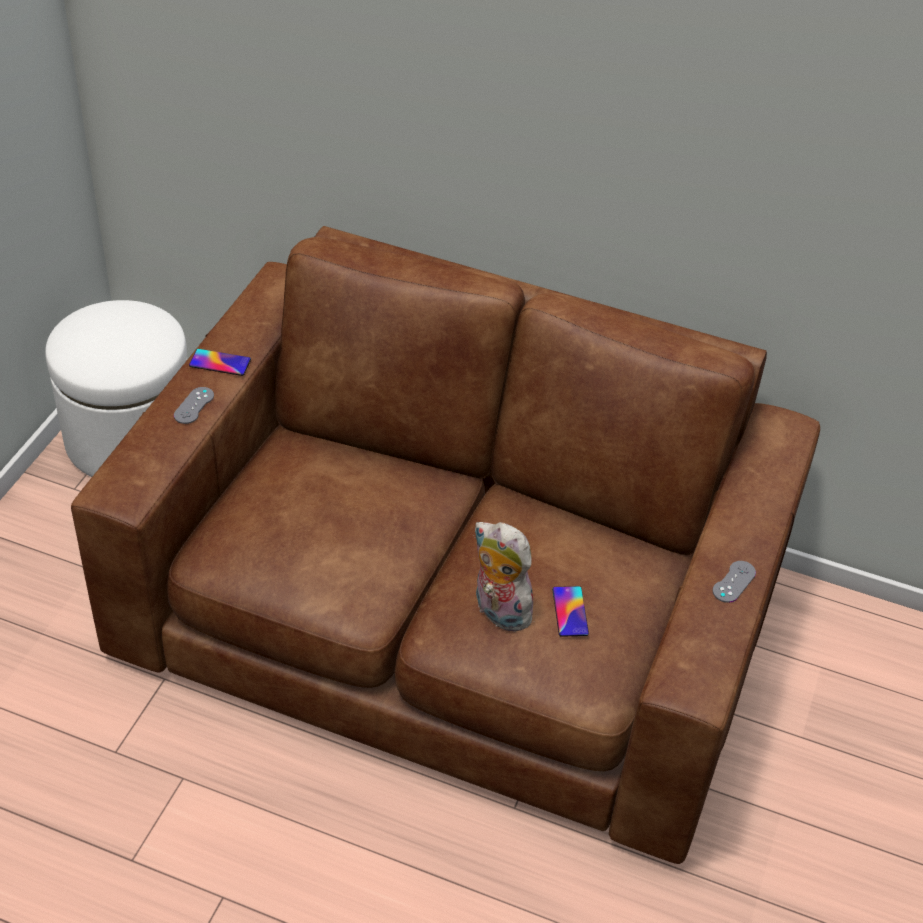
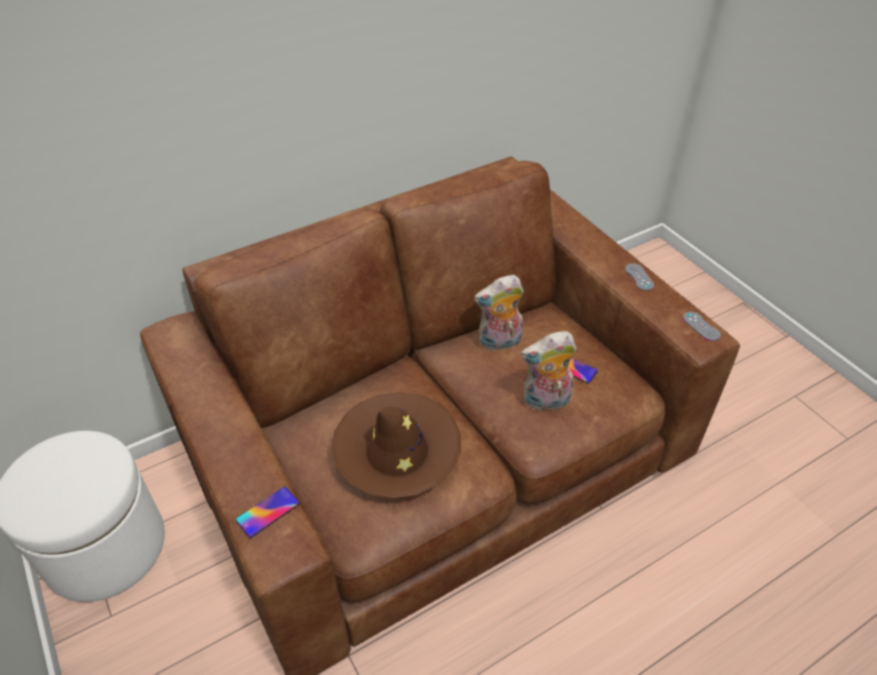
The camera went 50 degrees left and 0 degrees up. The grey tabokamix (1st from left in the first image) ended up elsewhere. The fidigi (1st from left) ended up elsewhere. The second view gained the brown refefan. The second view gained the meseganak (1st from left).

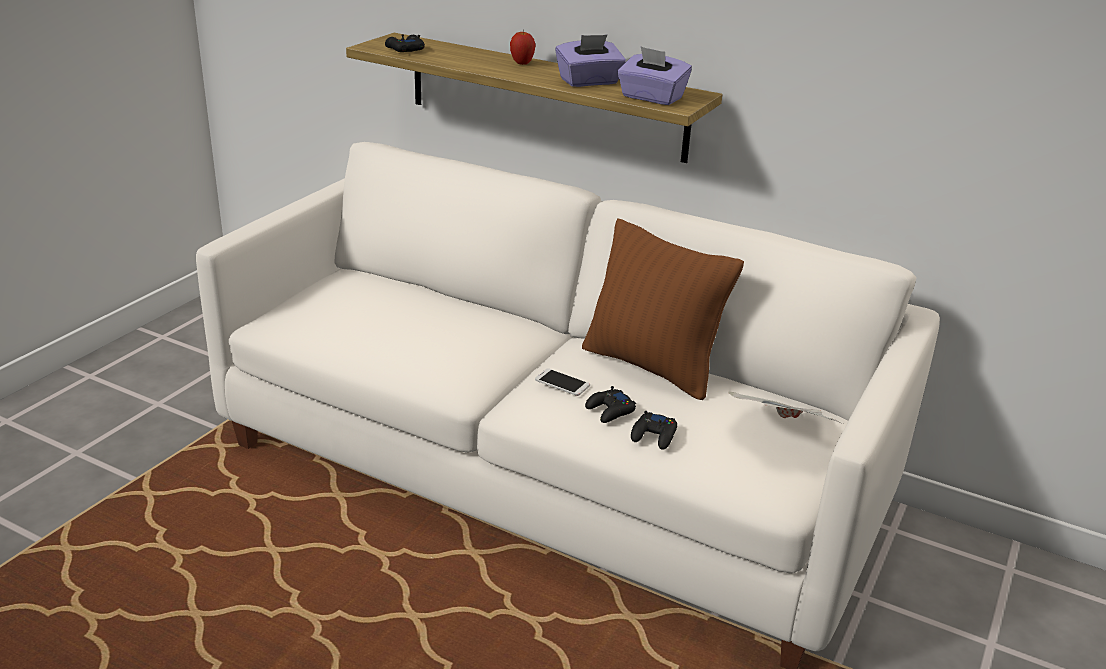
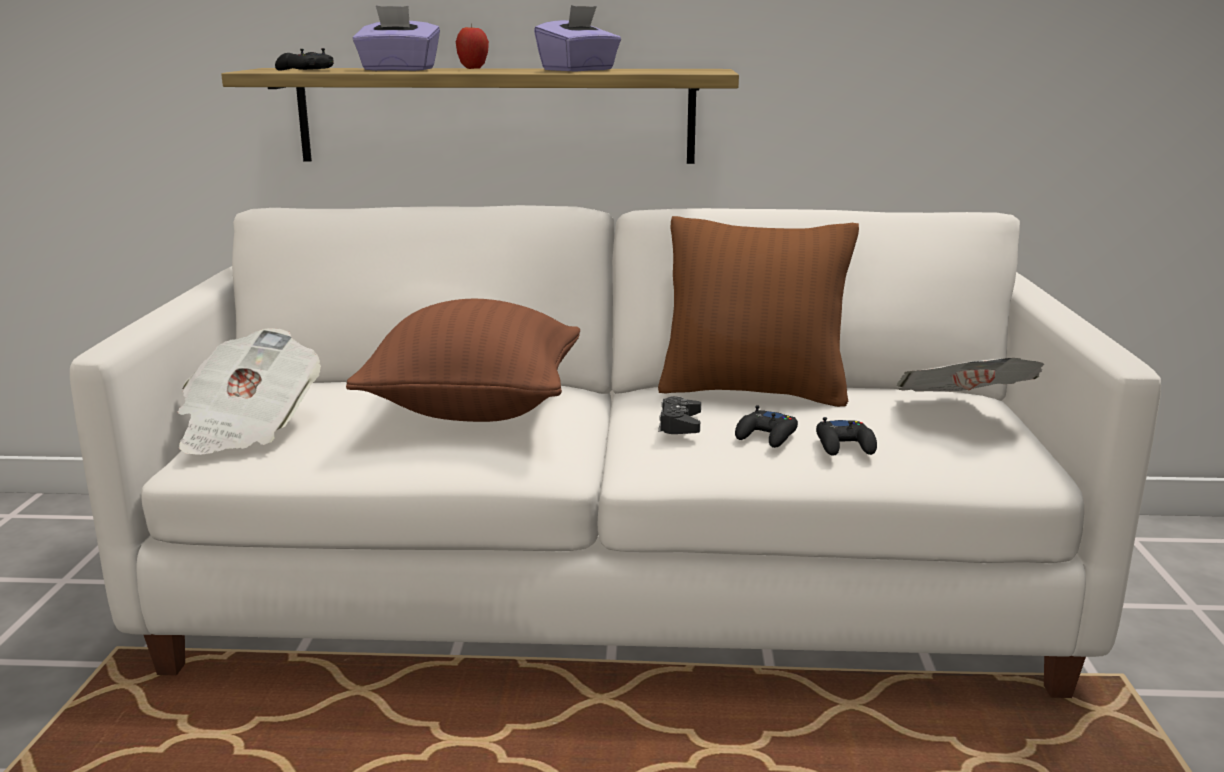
The camera went 25 degrees left and 10 degrees down. Where the fidigi stood, the black tabokamix (2nd from left) came to stand. The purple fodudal (2nd from left in the first image) ended up elsewhere. The second view gained the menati (1st from left). The second view gained the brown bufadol (1st from left).

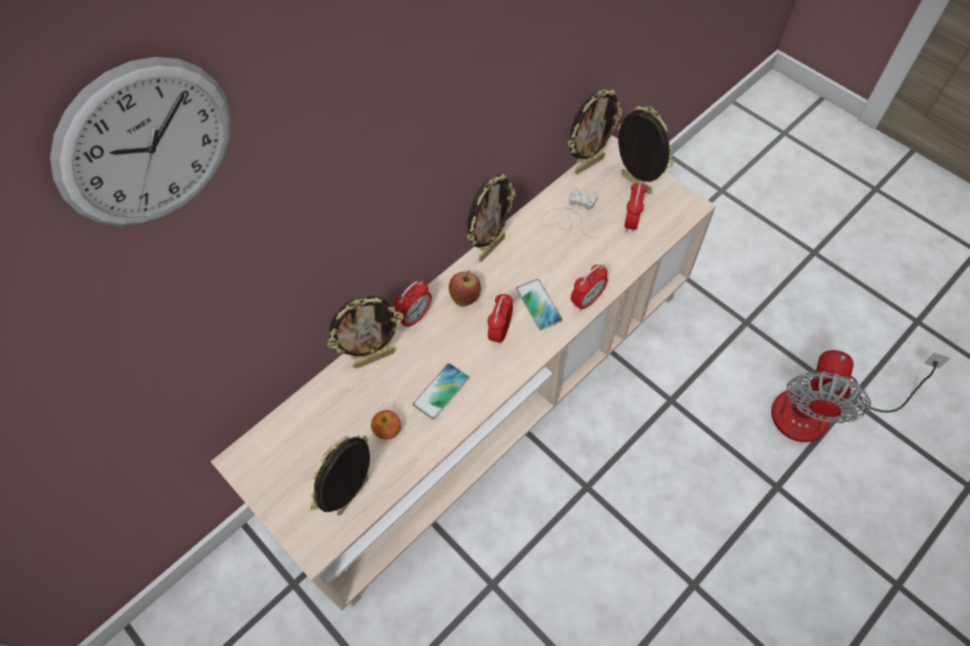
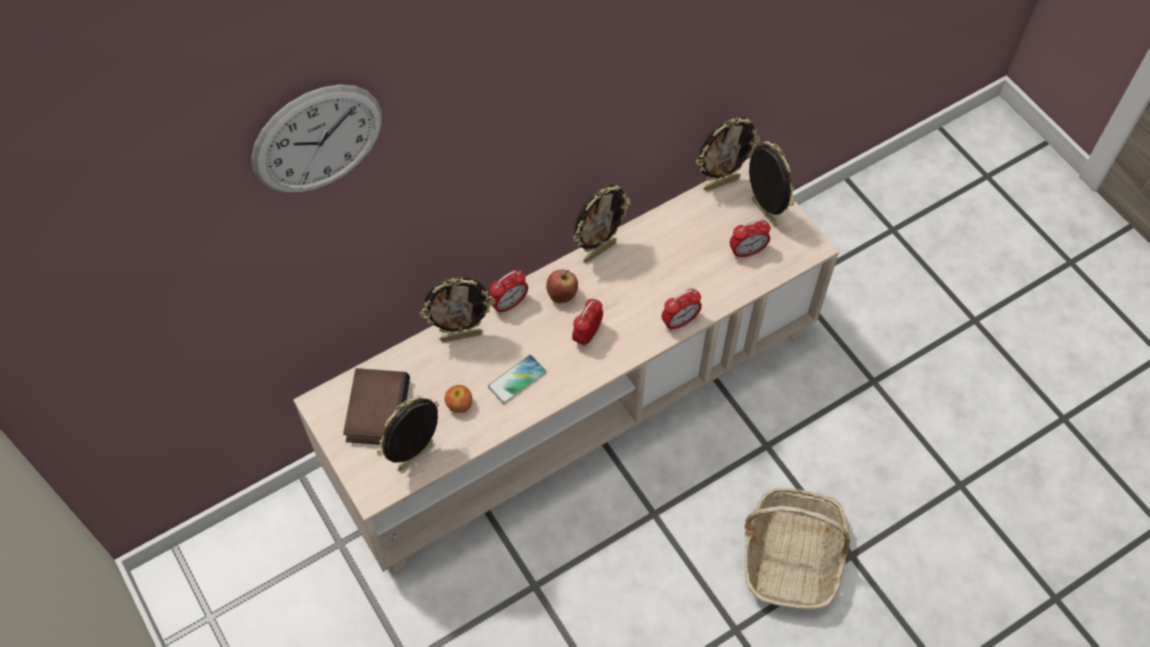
The camera went 10 degrees right and 0 degrees up. The second view lost the fidigi (2nd from left). The second view lost the white tabokamix. The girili (4th from left) ended up facing another way, 45 degrees clockwise from before. The second view lost the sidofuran. The second view gained the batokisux. The second view gained the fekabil.

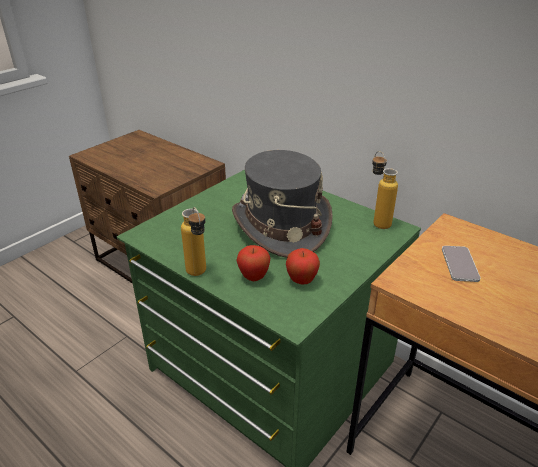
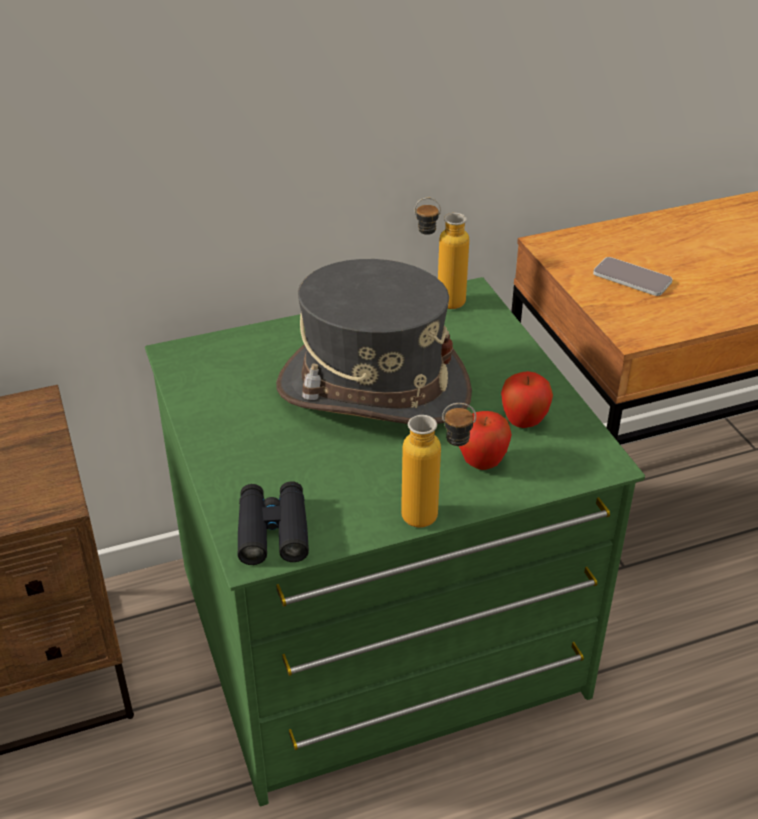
The camera went 60 degrees left and 5 degrees up. The second view gained the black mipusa.

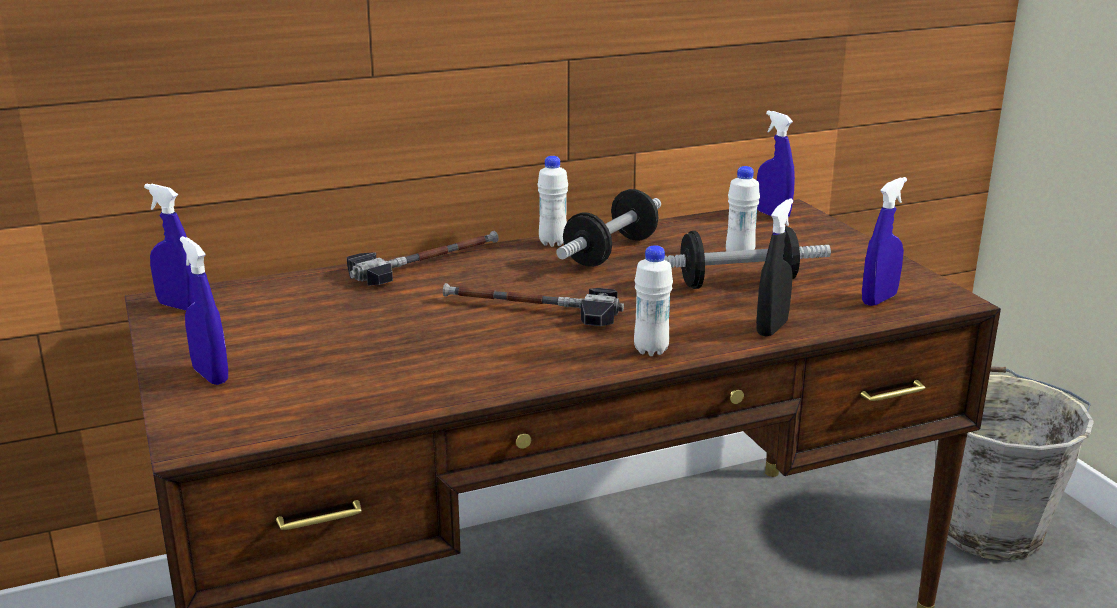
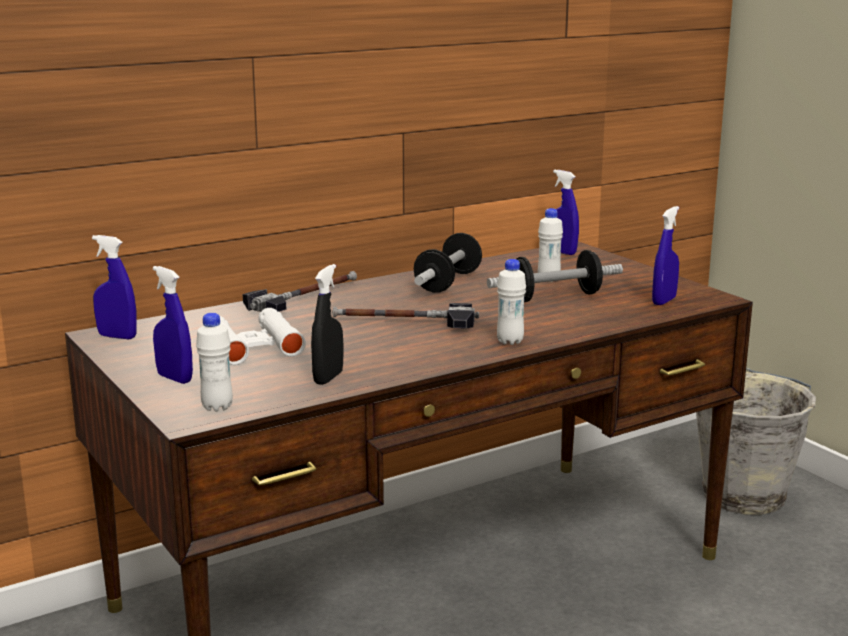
The camera went 10 degrees left and 5 degrees down. The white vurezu (1st from left) ended up elsewhere. The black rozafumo ended up elsewhere. The second view gained the white mipusa.

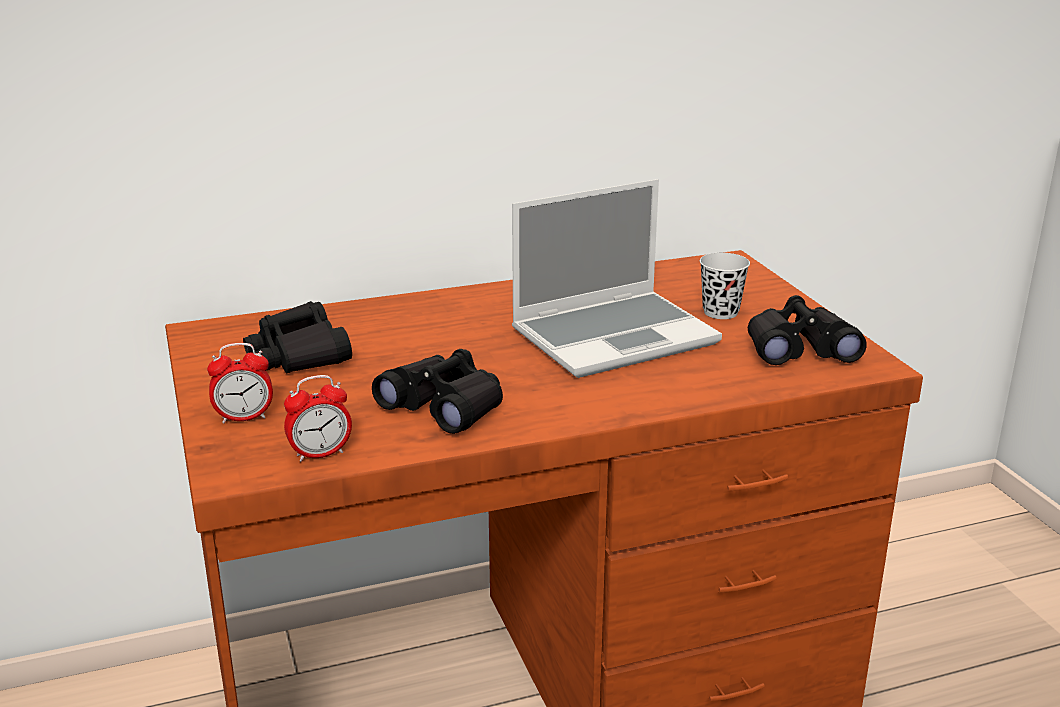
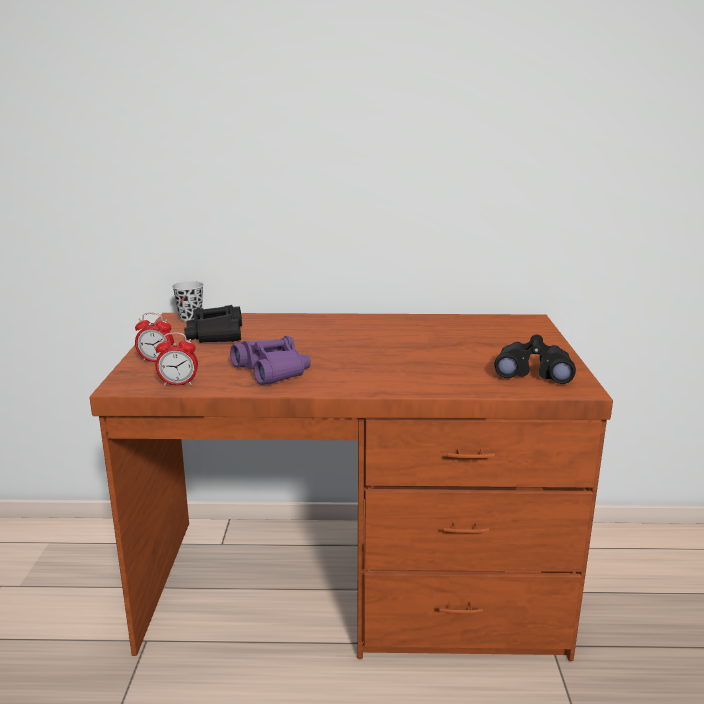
The camera went 20 degrees right and 5 degrees down. What was the black mipusa (2nd from left) turned into the purple mipusa. The second view lost the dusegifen. The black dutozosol ended up elsewhere.

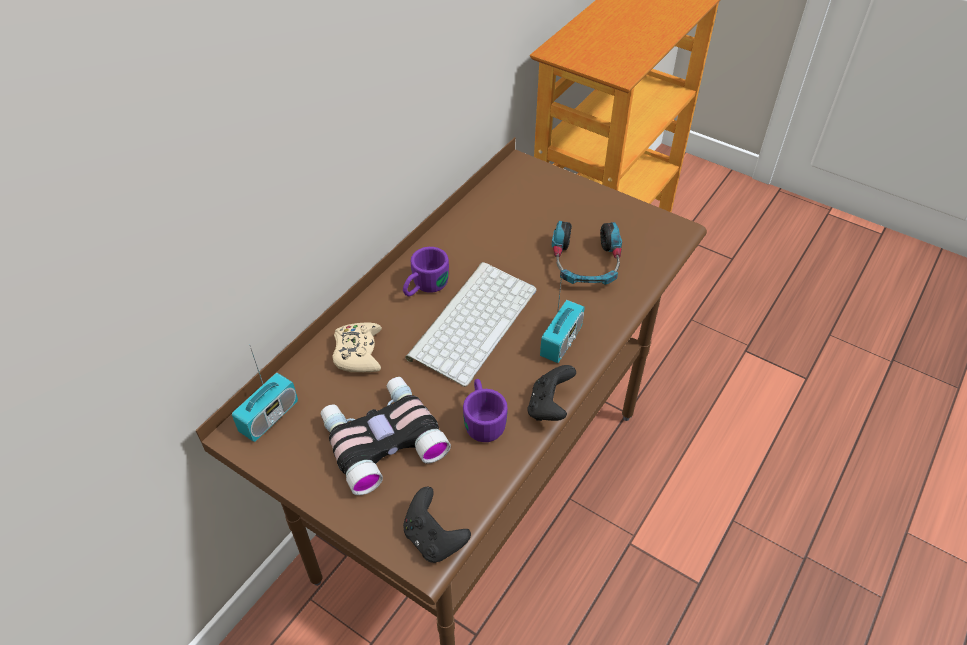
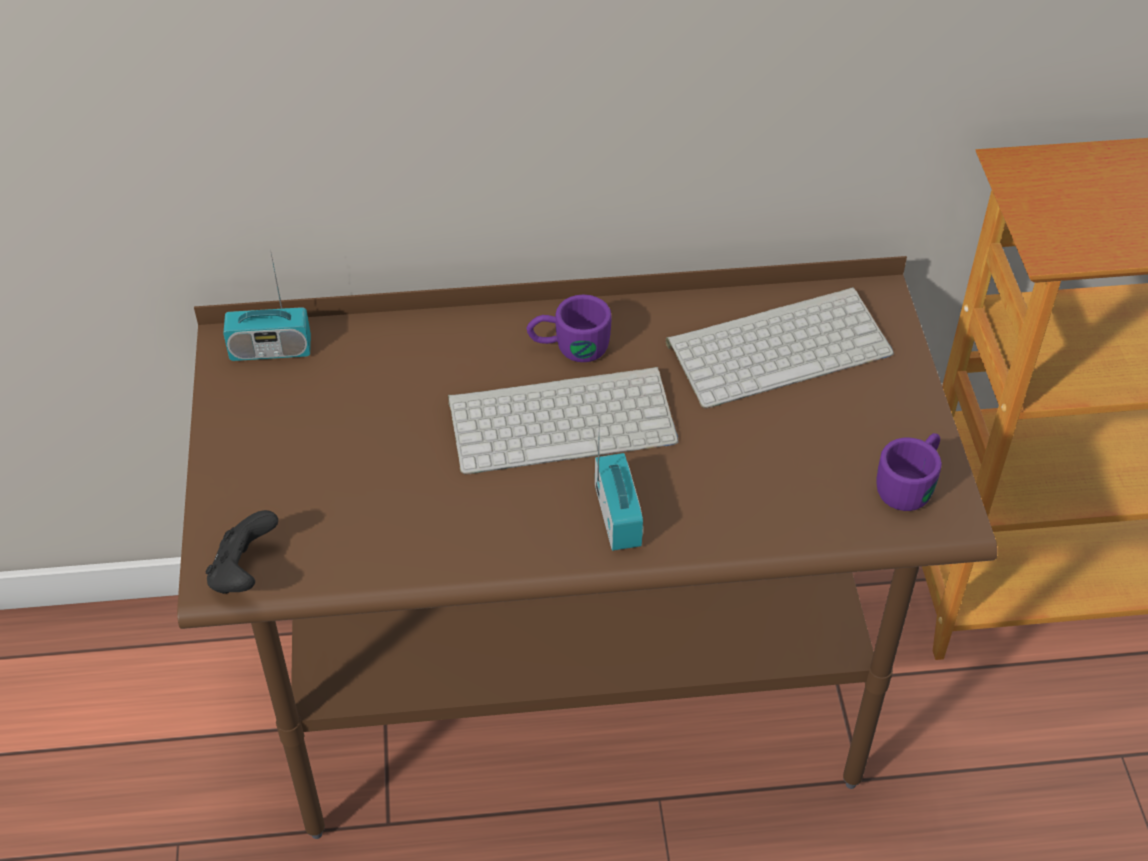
The camera went 50 degrees right and 0 degrees up. The second view lost the mipusa. The second view lost the beige tabokamix. The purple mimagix (2nd from left) ended up elsewhere. The second view lost the black tabokamix (2nd from left). The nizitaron (2nd from left) ended up facing another way, 90 degrees counterclockwise from before. The second view lost the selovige. The second view gained the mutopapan (2nd from left).

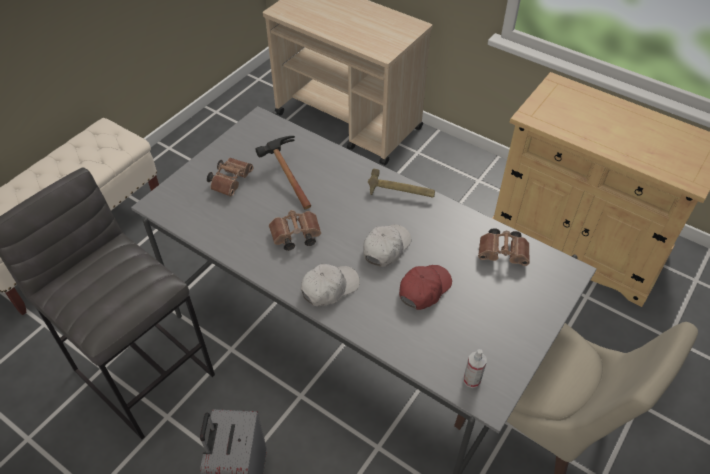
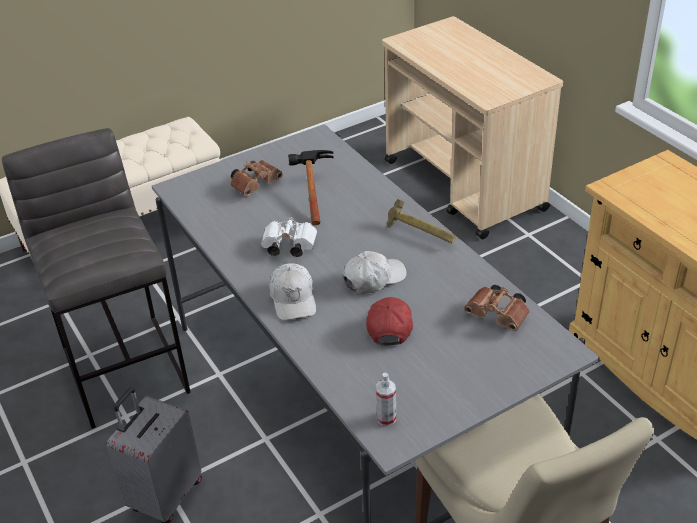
The camera went 25 degrees right and 10 degrees down. What was the brown mipusa (2nd from left) turned into the white mipusa. The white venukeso (1st from left) ended up facing another way, 90 degrees clockwise from before. The red venukeso ended up facing another way, 60 degrees counterclockwise from before.

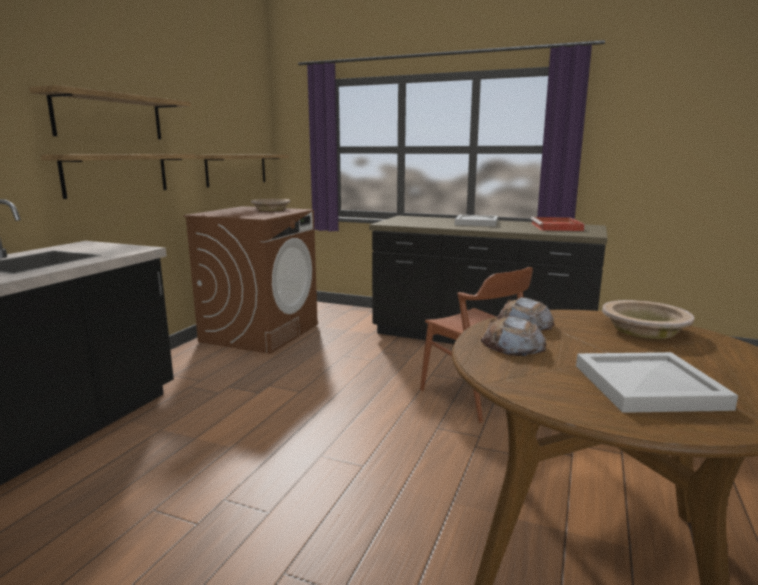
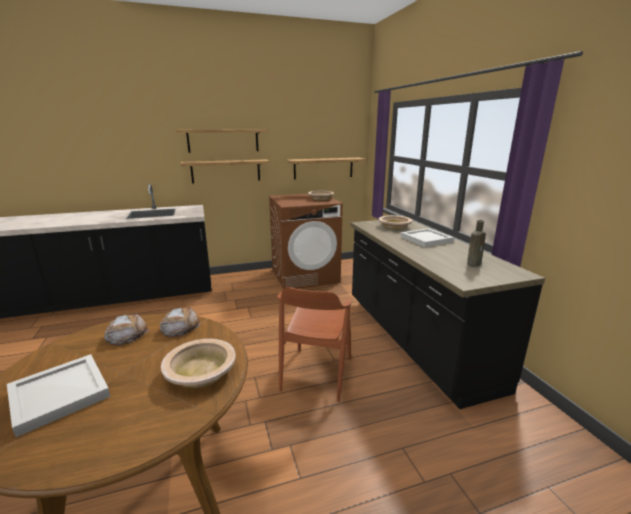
The camera went 50 degrees right and 5 degrees up. Where the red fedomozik stood, the brown vurezu came to stand. The second view gained the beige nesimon (3rd from left).

